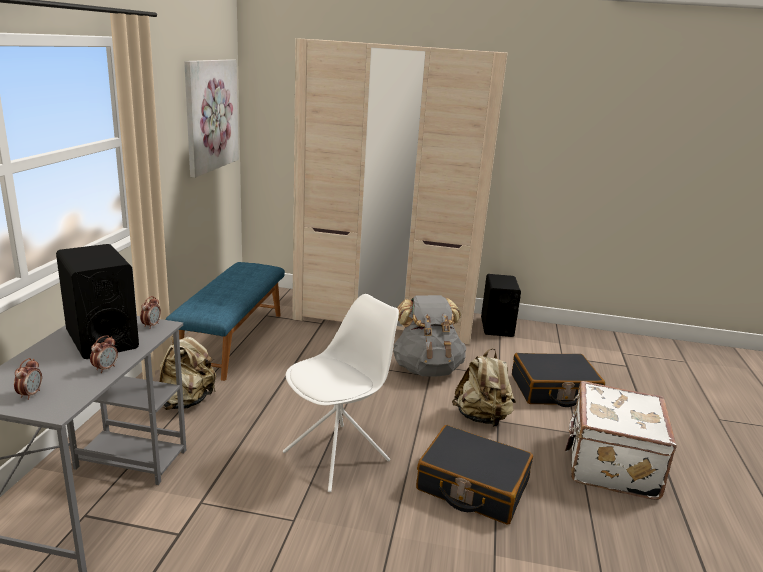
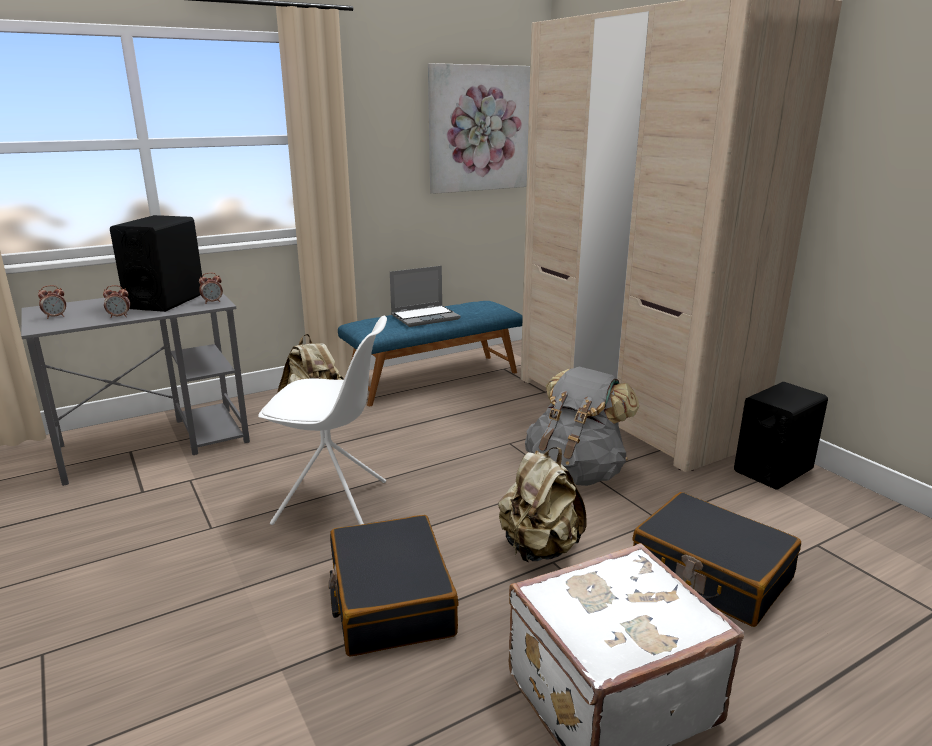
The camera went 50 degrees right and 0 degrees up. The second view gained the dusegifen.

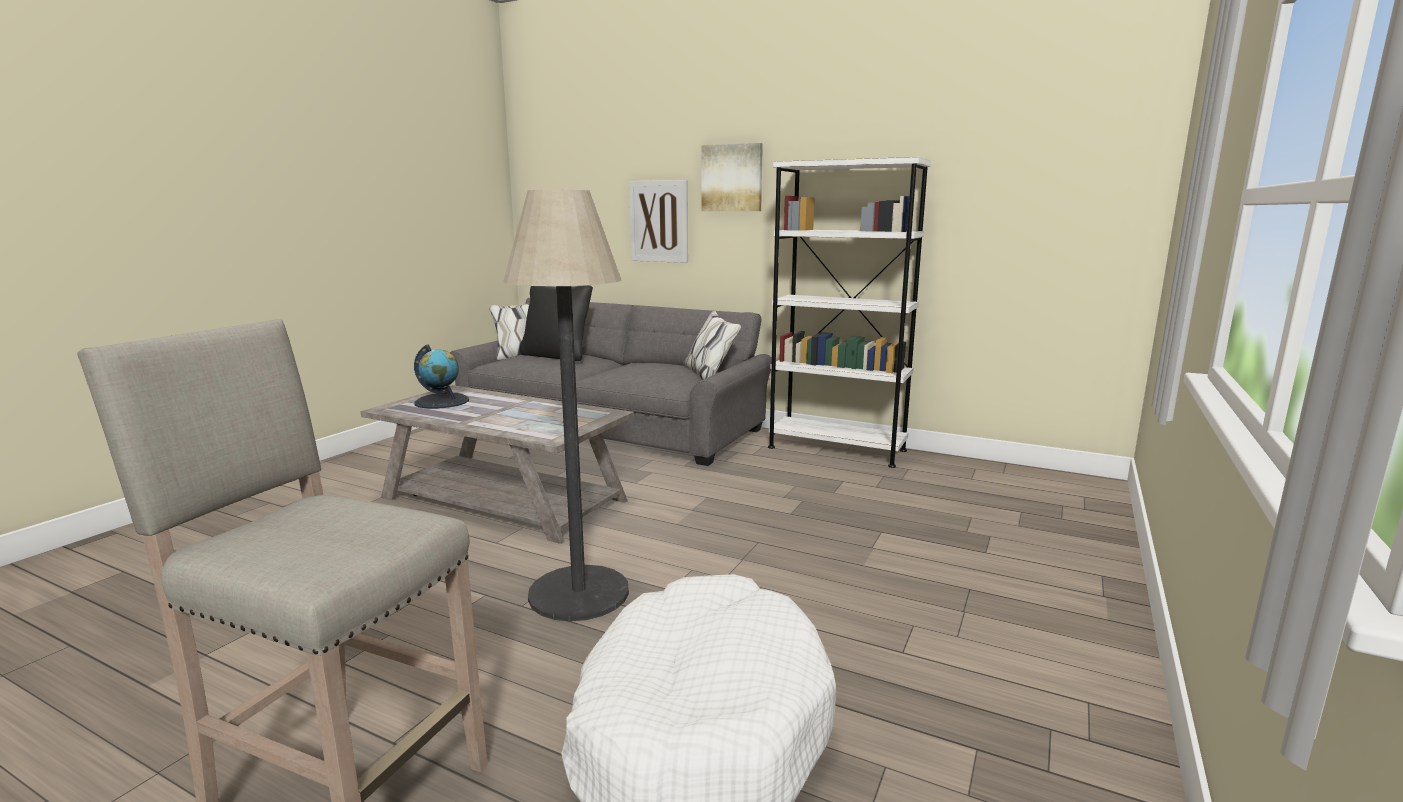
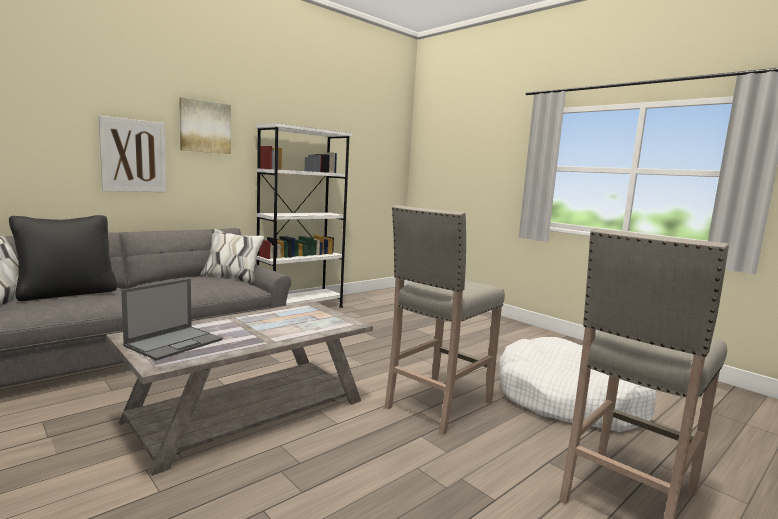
The camera went 70 degrees left and 5 degrees down. Where the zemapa stood, the dusegifen came to stand. Where the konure stood, the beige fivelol (1st from left) came to stand.

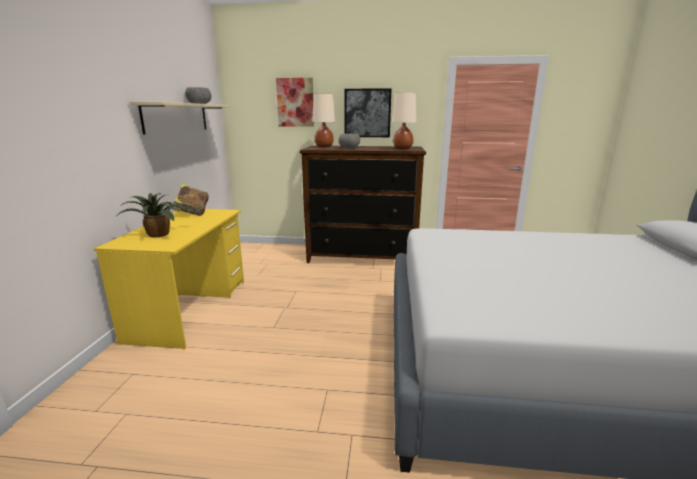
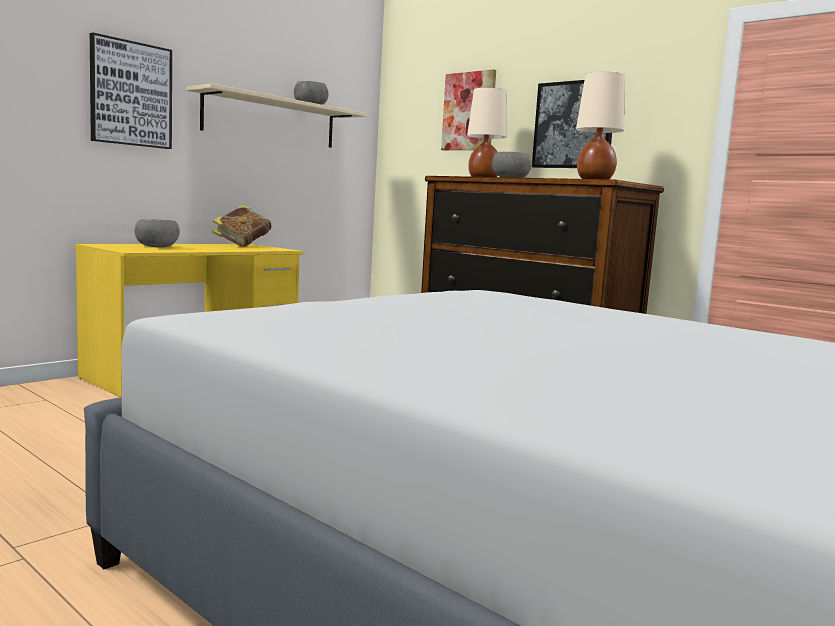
The camera went 35 degrees right and 10 degrees down. Where the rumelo stood, the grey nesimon (1st from left) came to stand. The second view gained the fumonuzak (1st from left).

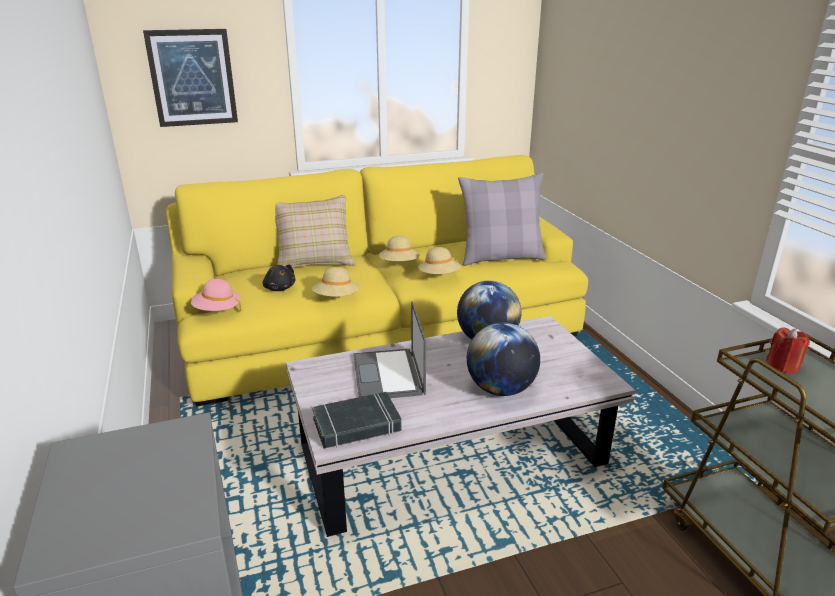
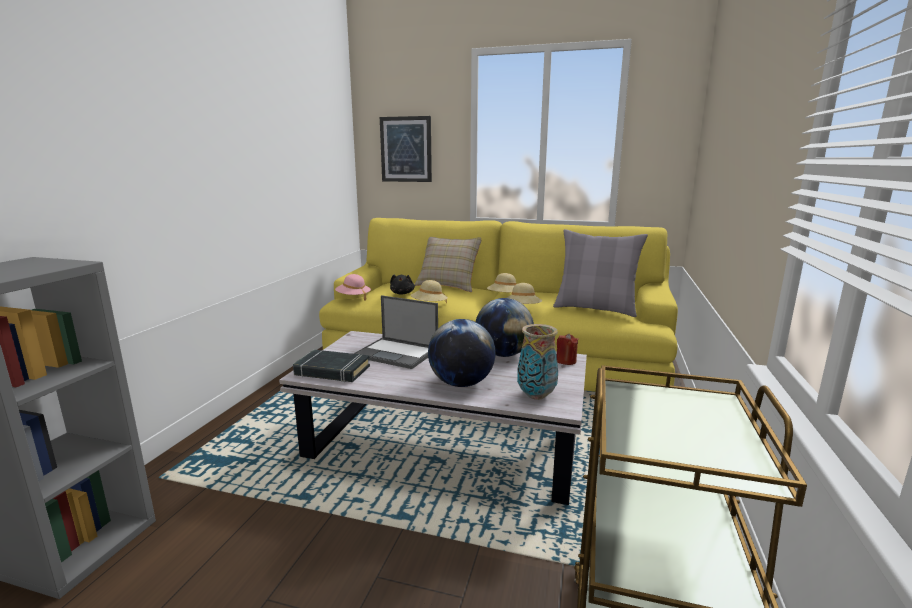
The camera went 35 degrees right and 10 degrees down. The dusegifen ended up facing another way, 90 degrees counterclockwise from before. The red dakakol ended up elsewhere. The second view gained the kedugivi.

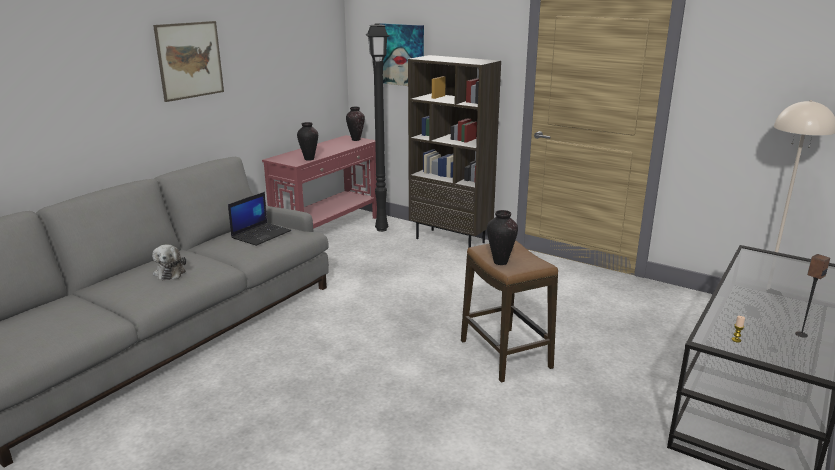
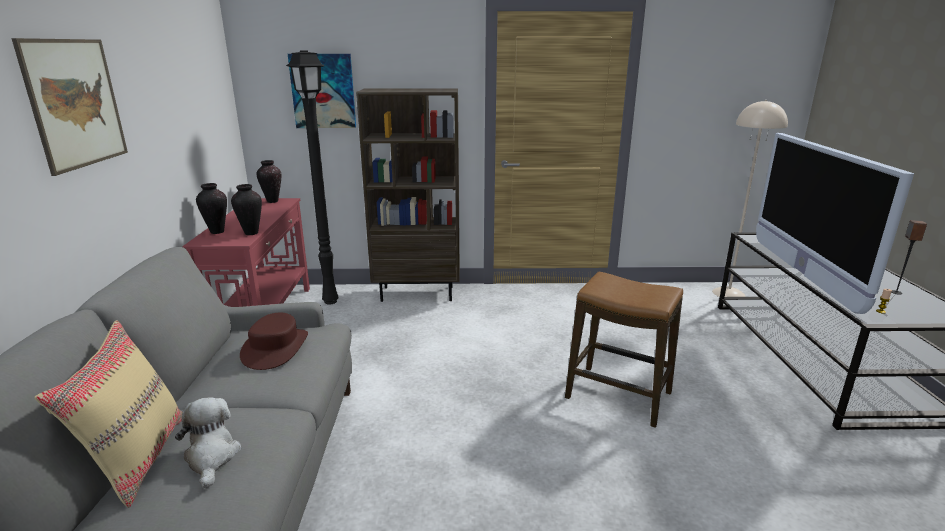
The camera went 35 degrees left and 0 degrees up. The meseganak ended up facing another way, 150 degrees counterclockwise from before. Where the dusegifen stood, the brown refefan came to stand. The kedugivi (3rd from left in the first image) ended up elsewhere. The second view gained the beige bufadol. The second view gained the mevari.

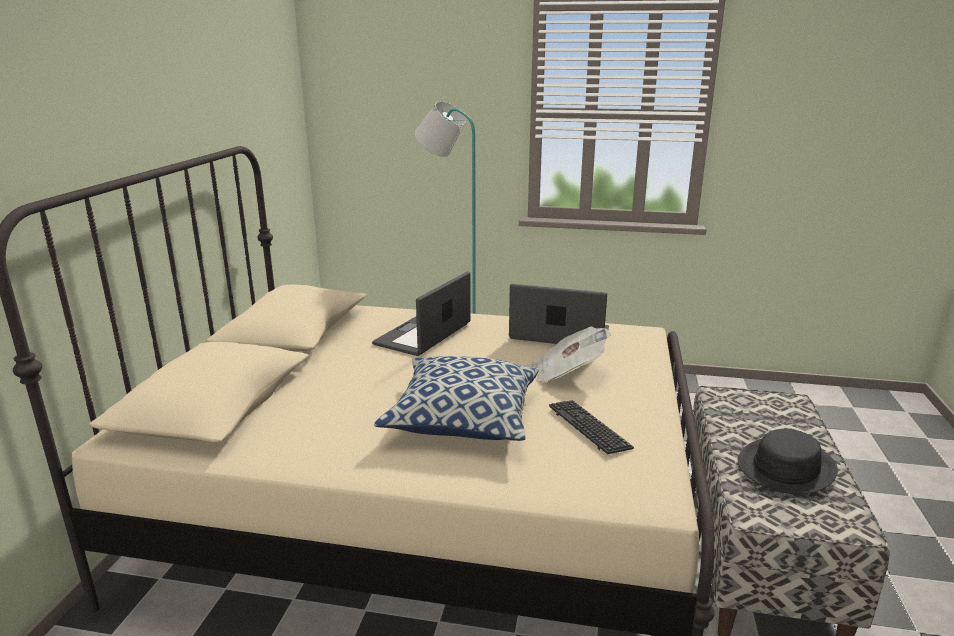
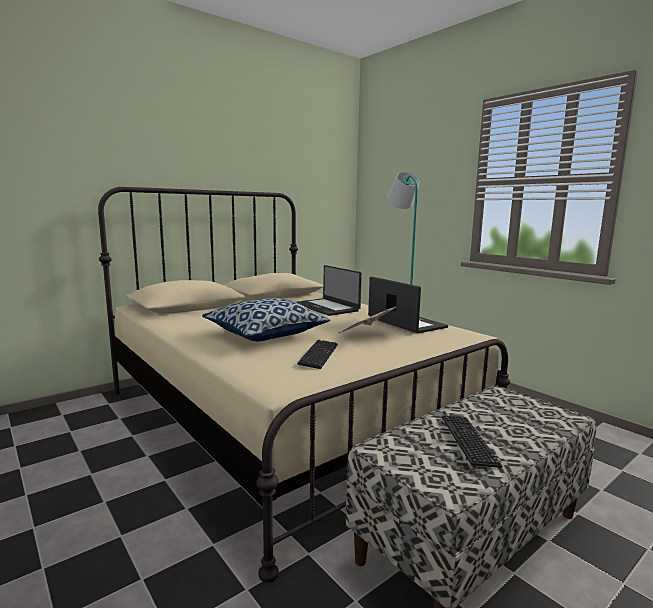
The camera went 40 degrees right and 10 degrees down. The dusegifen (1st from left) ended up facing another way, 105 degrees counterclockwise from before. Where the black refefan stood, the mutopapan (2nd from left) came to stand.

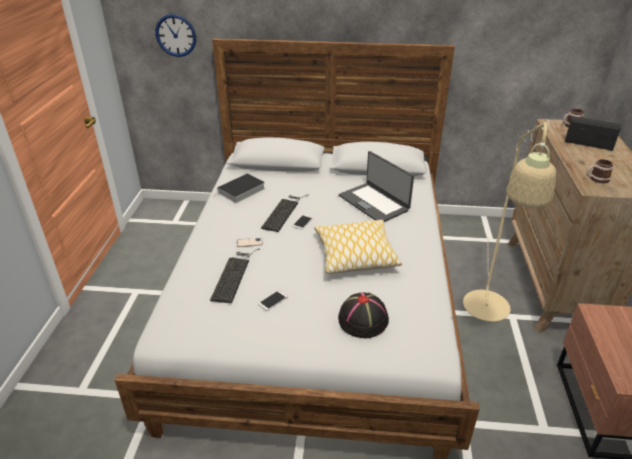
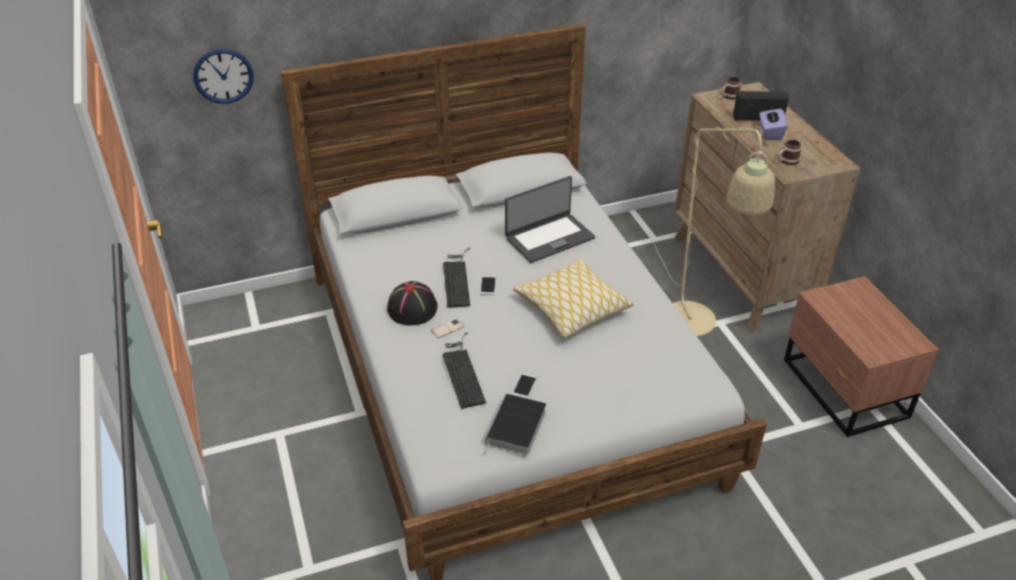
The camera went 25 degrees left and 5 degrees up. The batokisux ended up elsewhere. The black refefan ended up elsewhere. The dusegifen ended up facing another way, 60 degrees counterclockwise from before. The second view gained the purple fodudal.

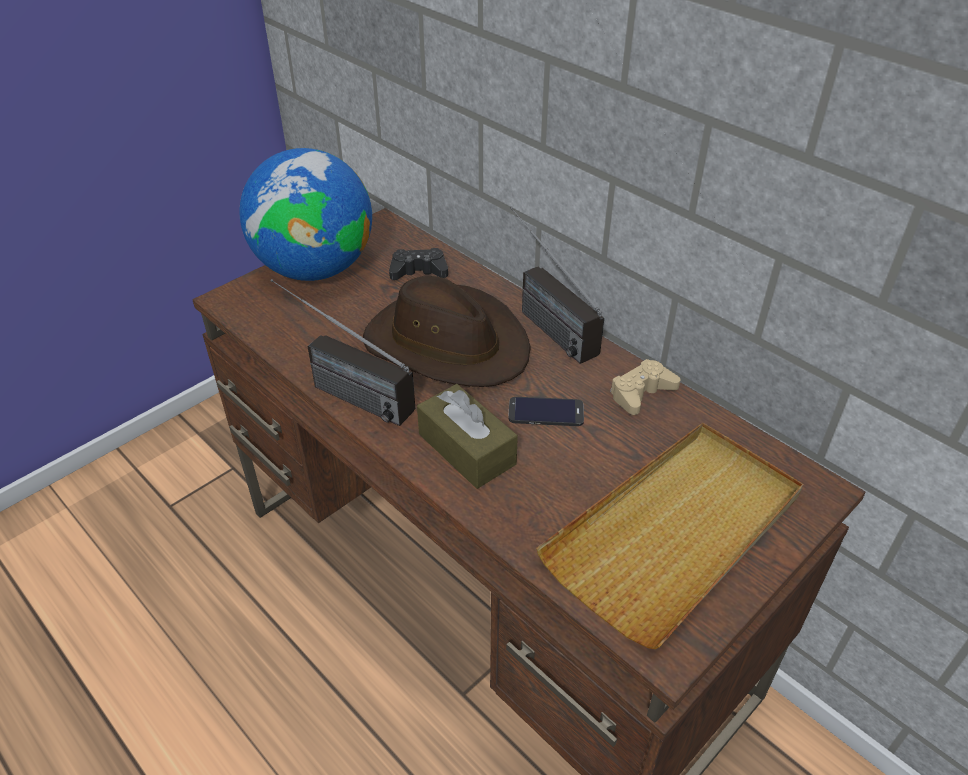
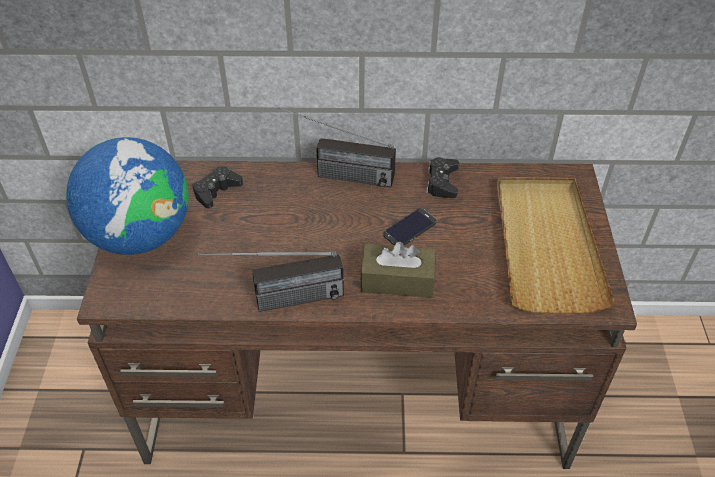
The camera went 45 degrees left and 5 degrees up. The second view lost the brown refefan. What was the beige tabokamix turned into the black tabokamix (2nd from left).

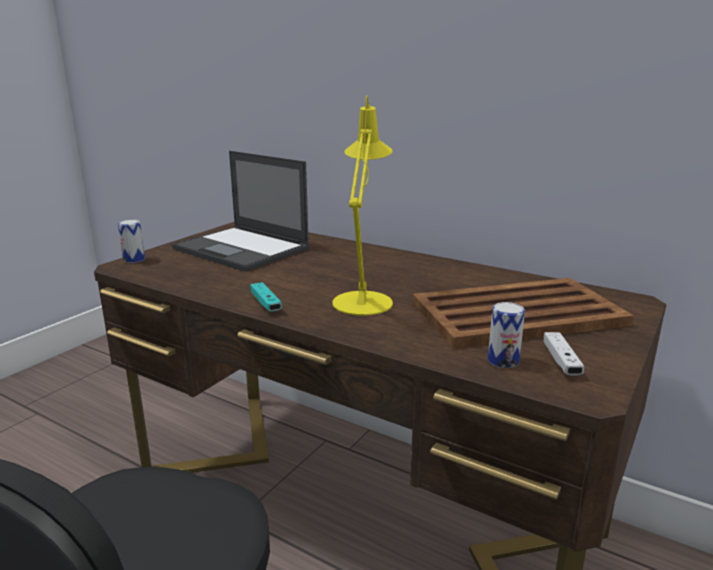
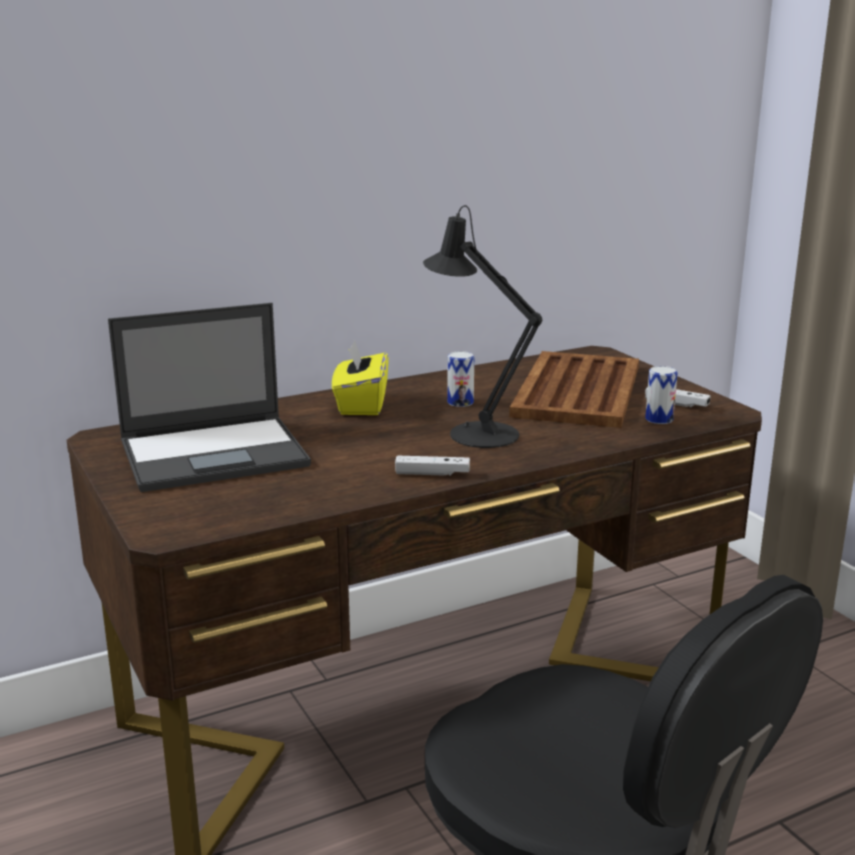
The camera went 60 degrees left and 0 degrees up. The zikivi (1st from left) ended up elsewhere. What was the turquoise tabokamix turned into the white tabokamix (1st from left). What was the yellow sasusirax turned into the black sasusirax. The second view gained the yellow fodudal.

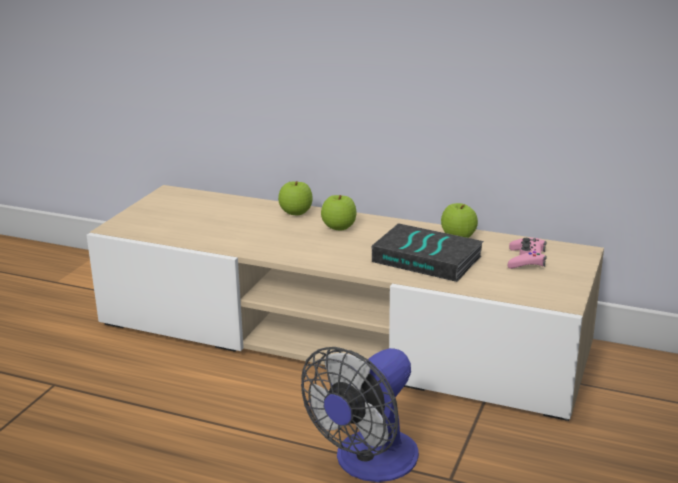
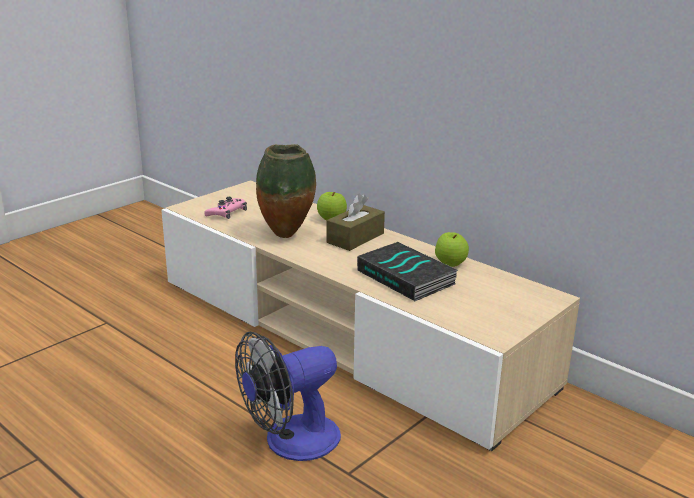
The camera went 20 degrees right and 0 degrees up. Where the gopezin (2nd from left) stood, the brown fodudal came to stand. The pink tabokamix ended up elsewhere. The second view gained the kedugivi.

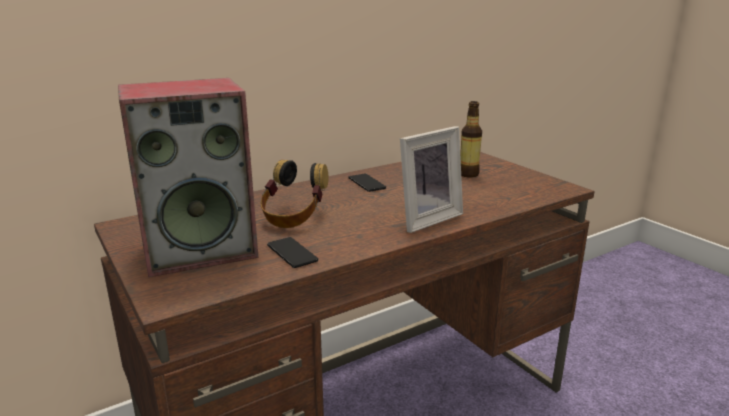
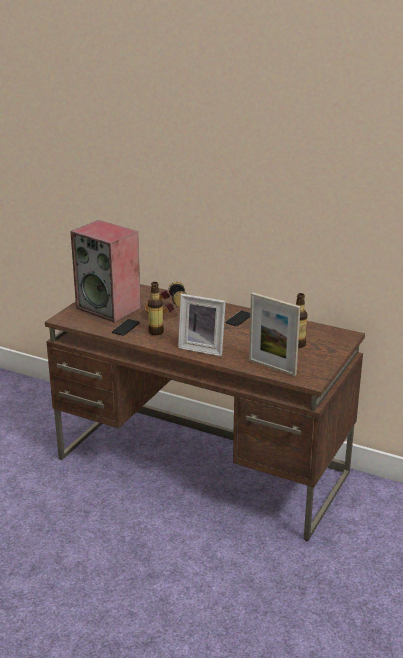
The camera went 60 degrees right and 5 degrees up. The second view gained the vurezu (1st from left). The second view gained the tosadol (2nd from left).

